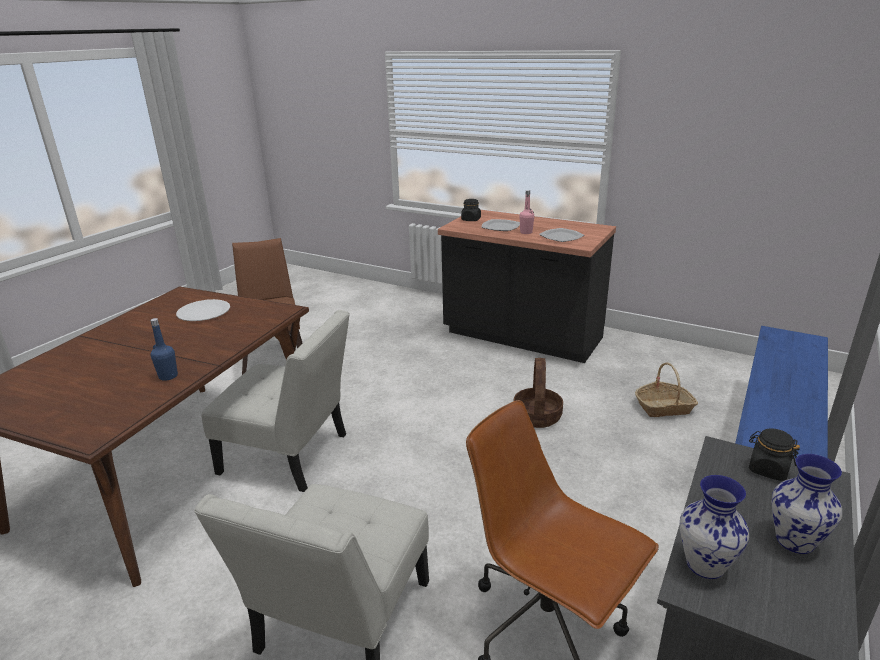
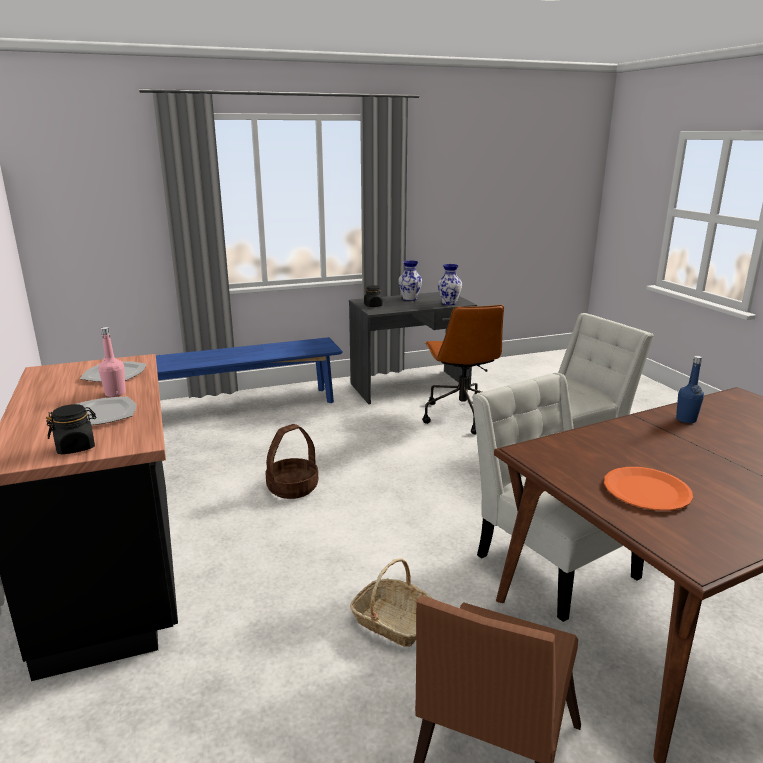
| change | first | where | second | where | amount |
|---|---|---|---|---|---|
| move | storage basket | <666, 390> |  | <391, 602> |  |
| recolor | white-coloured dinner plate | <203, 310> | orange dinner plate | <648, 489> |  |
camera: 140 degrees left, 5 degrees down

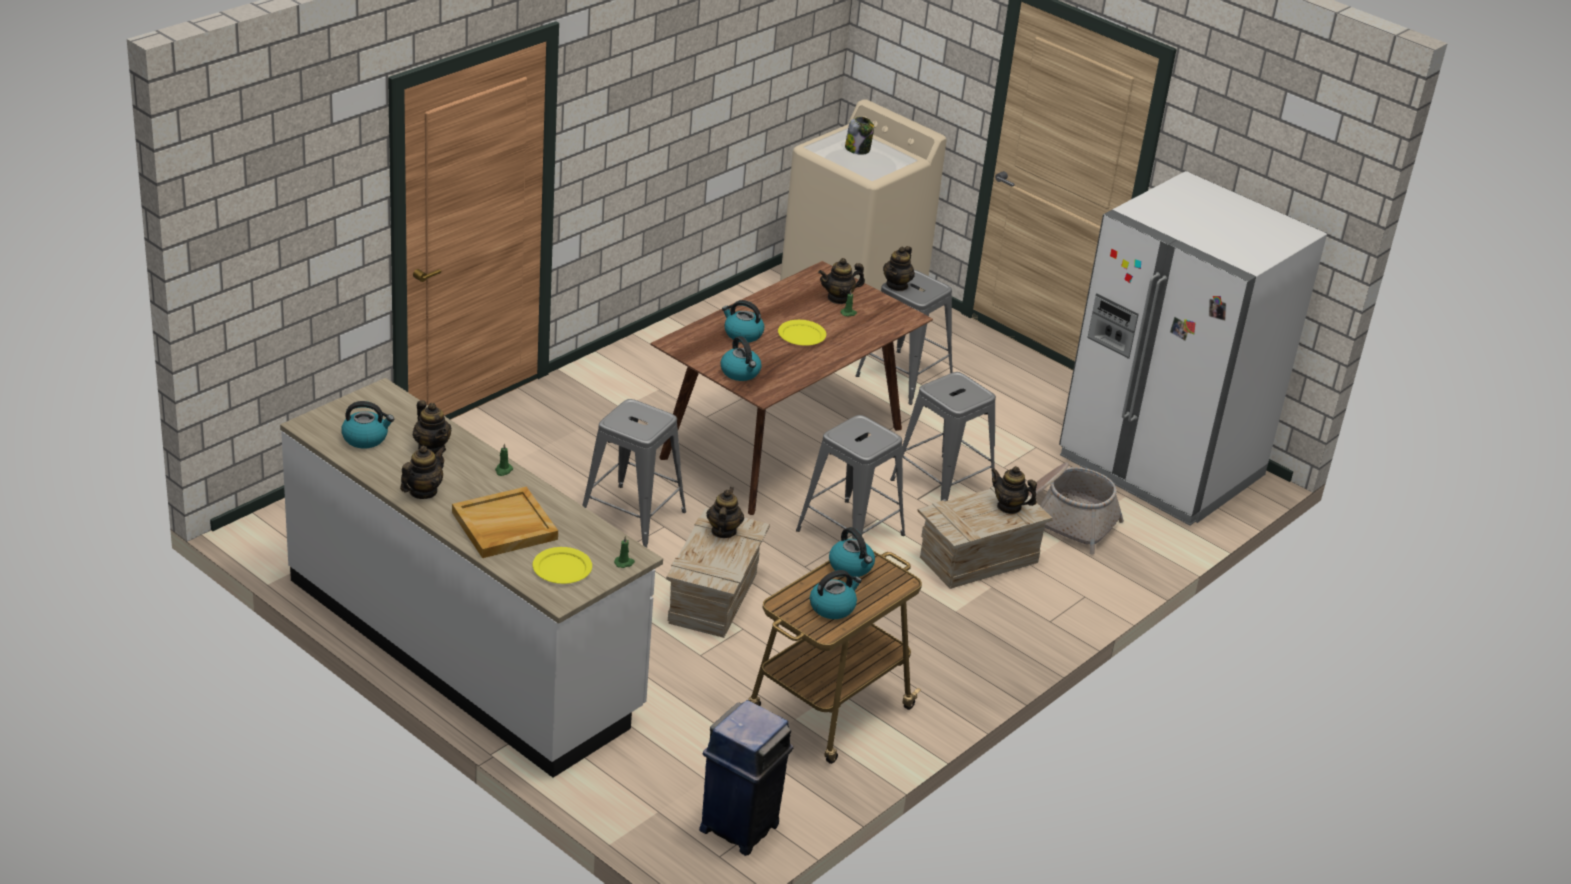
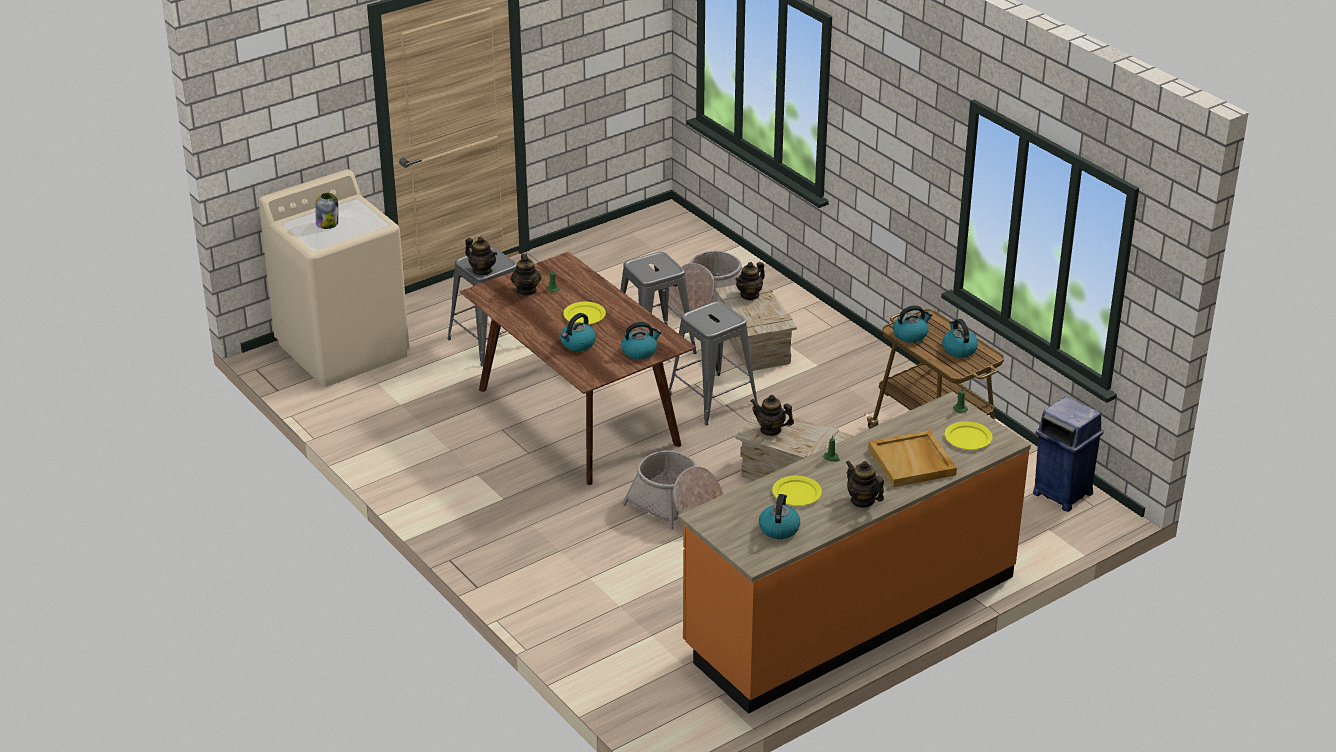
| change | first | where | second | where | amount |
|---|---|---|---|---|---|
| delete | white-coloured fridge | <1193, 348> |  |  |  |
| replace | tea pot | <432, 427> | yellow dinner plate | <797, 490> |  |
| replace | grey stool seat | <634, 473> | storage basket | <673, 490> |  |
| recolor | white-coloured counter | <471, 578> | orange counter | <854, 553> |  |
camera: 75 degrees left, 0 degrees up

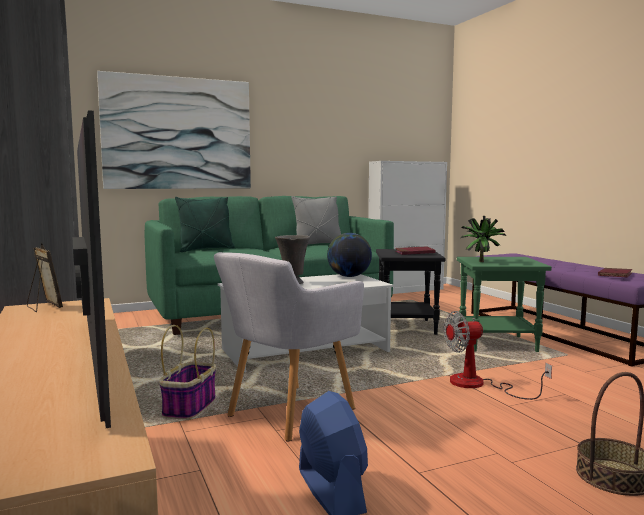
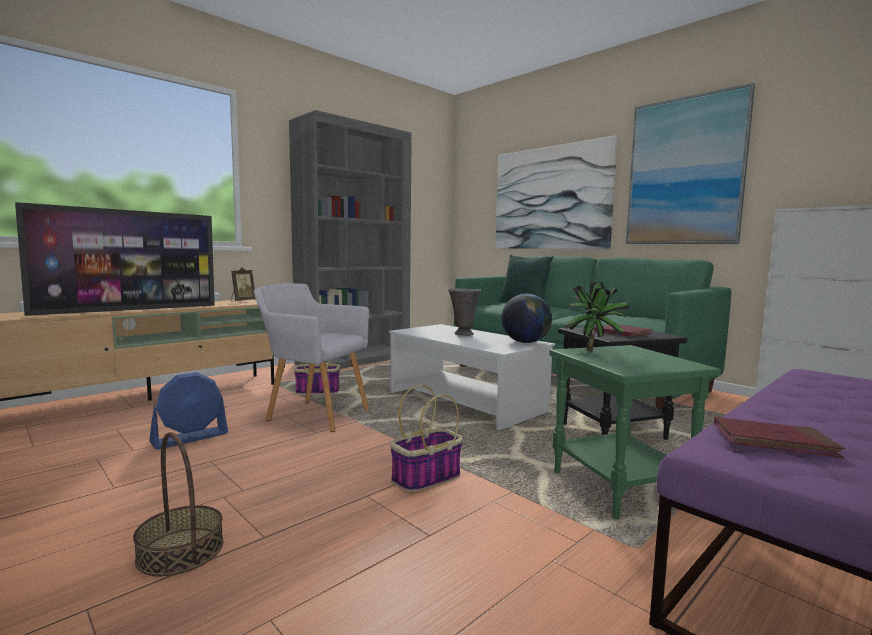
| change | first | where | second | where | amount |
|---|---|---|---|---|---|
| delete | grey pillow | <316, 220> |  |  |  |
| insert |  |  | picture | <690, 163> |  |
| replace | cooling fan | <497, 355> | storage basket | <426, 439> |  |
camera: 70 degrees right, 0 degrees up

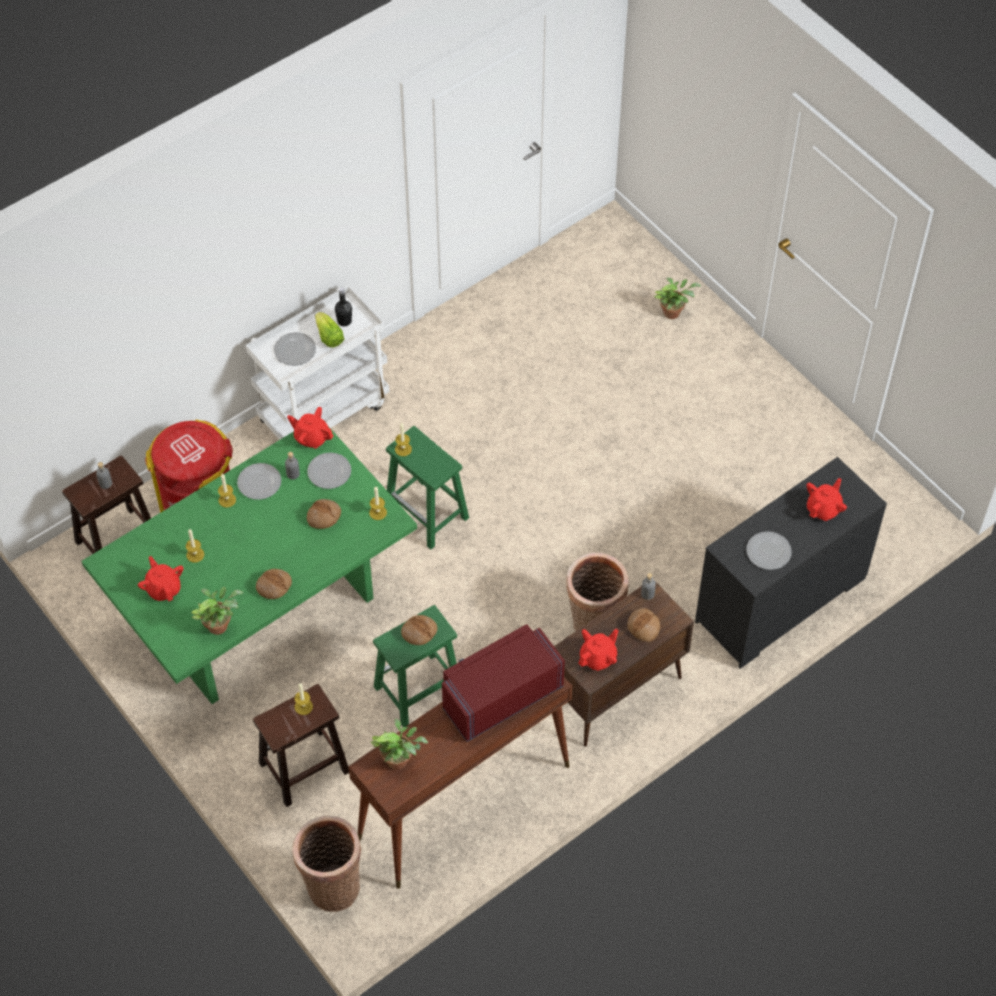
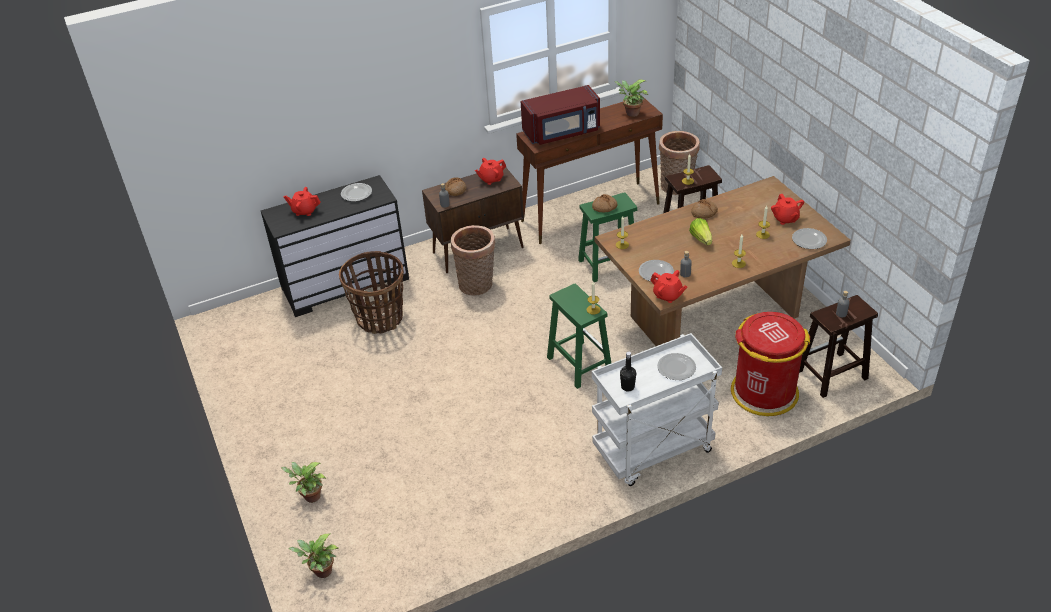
| change | first | where | second | where | amount |
|---|---|---|---|---|---|
| delete | bread | <324, 514> |  |  |  |
| insert |  |  | storage basket | <371, 292> |  |
| move | potted plant | <217, 611> |  | <313, 555> |  |
| move | dinner plate | <259, 481> |  | <809, 238> |  |
| move | lettuce | <329, 330> |  | <700, 232> |  |
| recolor | green kitchen table | <249, 565> | brown kitchen table | <723, 261> |  |
| rotate | red-coloured tea pot | <827, 499> |  | <302, 201> | 45 degrees clockwise |
camera: 165 degrees left, 15 degrees down

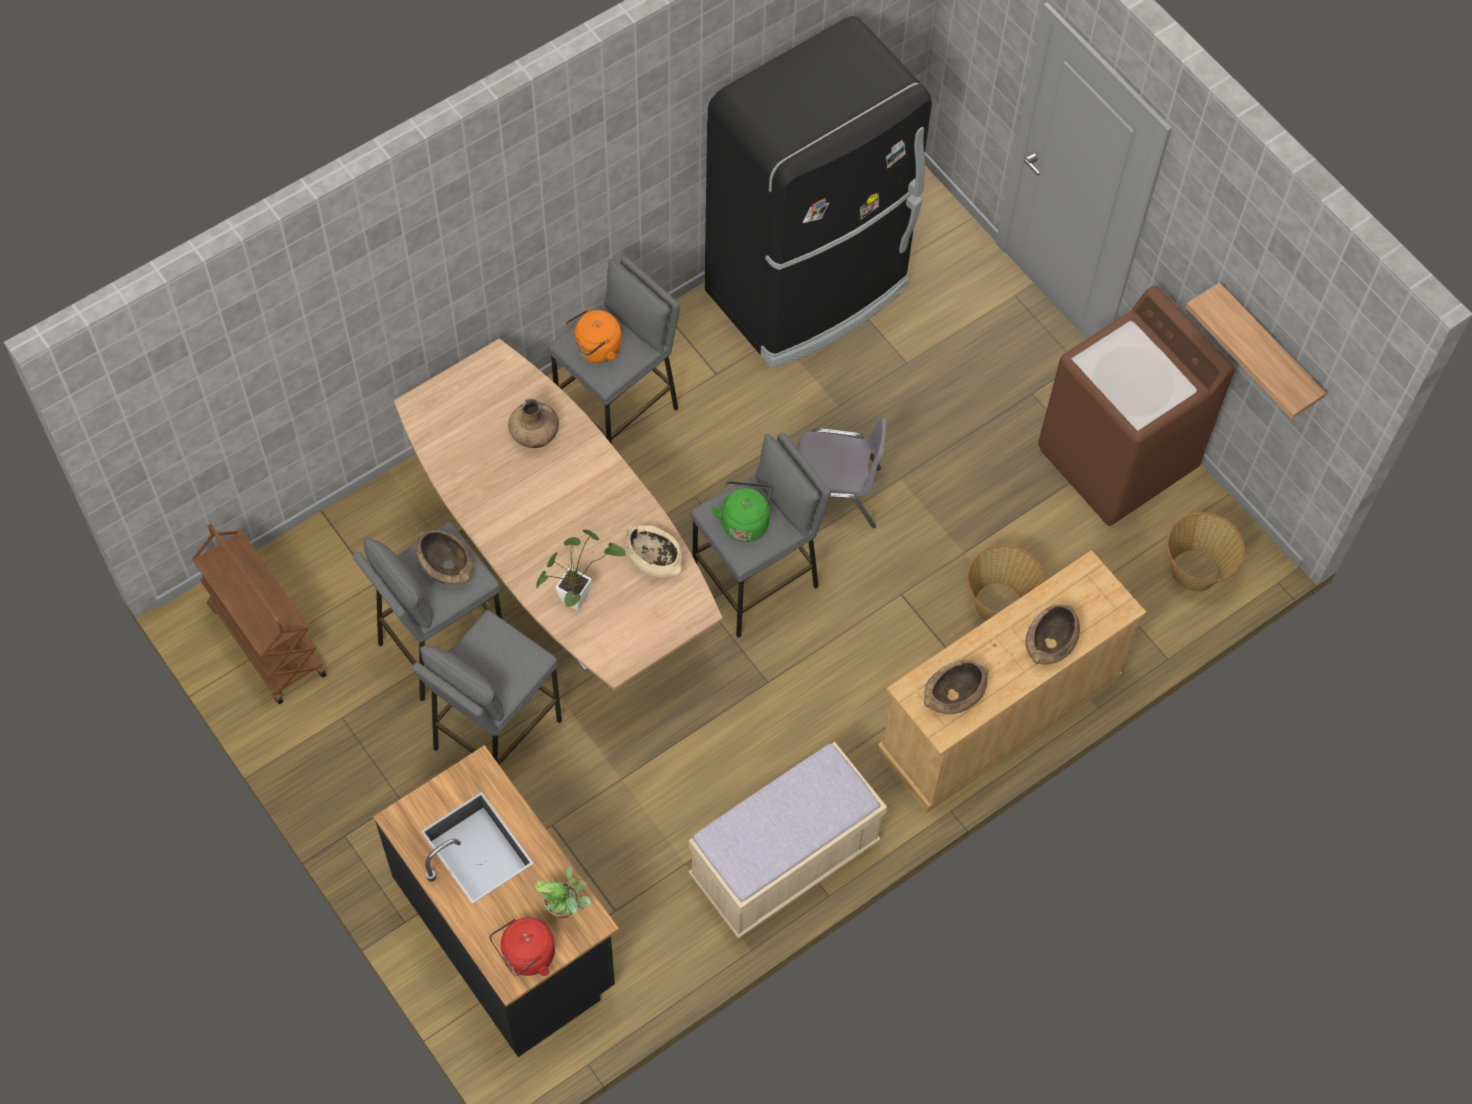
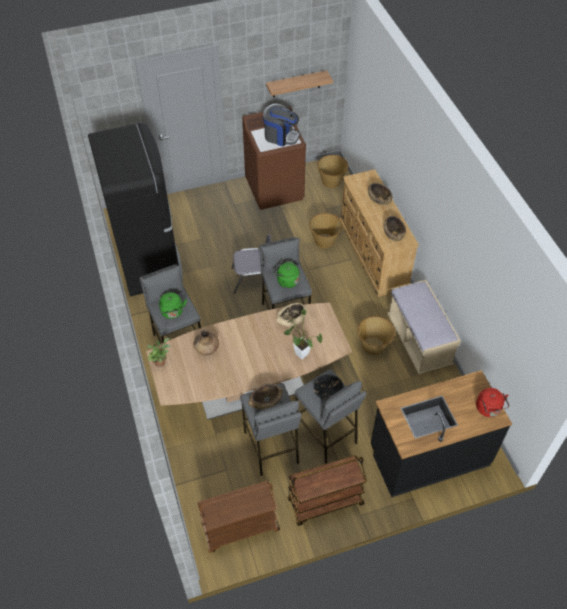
| change | first | where | second | where | amount |
|---|---|---|---|---|---|
| insert |  |  | coffee brewer | <281, 125> |  |
| insert |  |  | brown cart | <327, 490> |  |
| insert |  |  | black deep dish | <328, 387> |  |
| insert |  |  | storage basket | <376, 335> |  |
| move | potted plant | <563, 892> |  | <158, 352> |  |
| recolor | orange tea kettle | <593, 336> | green tea kettle | <173, 305> |  |
| rotate | grey upright chair | <841, 473> |  | <251, 264> | 60 degrees clockwise |
camera: 70 degrees left, 10 degrees down

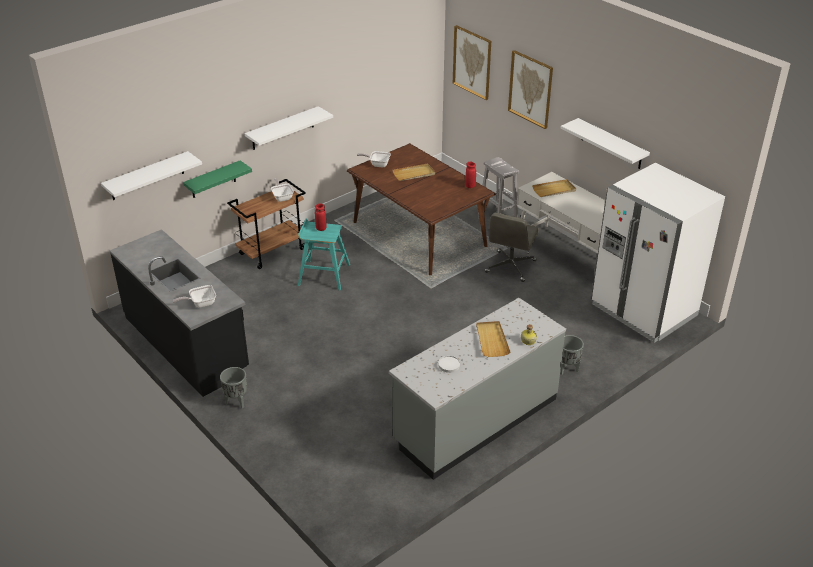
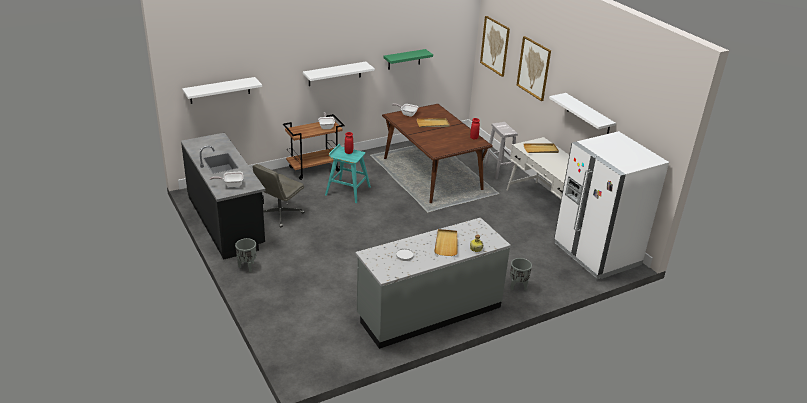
| change | first | where | second | where | amount |
|---|---|---|---|---|---|
| move | green wall shelf | <217, 179> |  | <408, 59> |  |
| move | grey desk chair | <512, 247> |  | <278, 195> |  |
camera: 10 degrees right, 5 degrees down

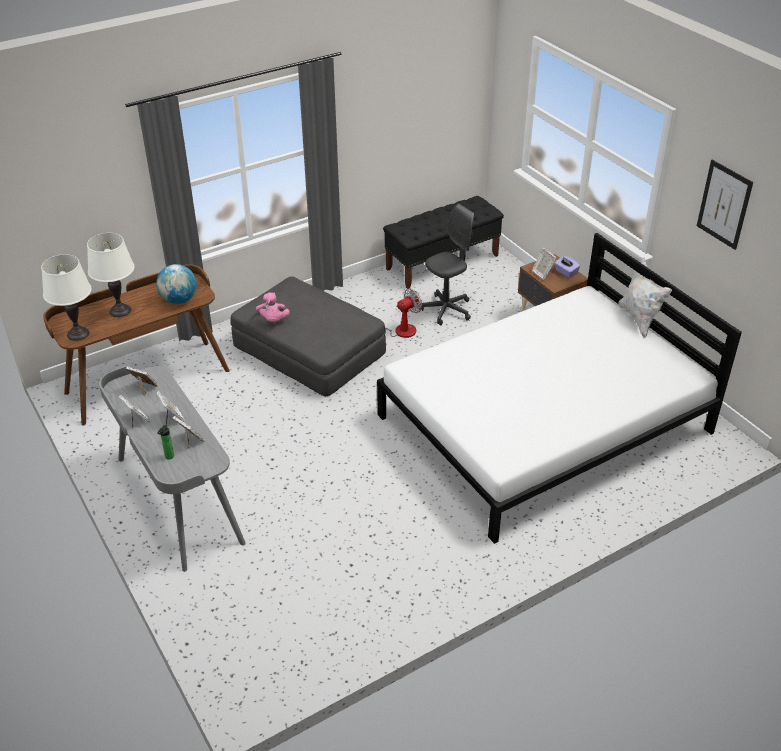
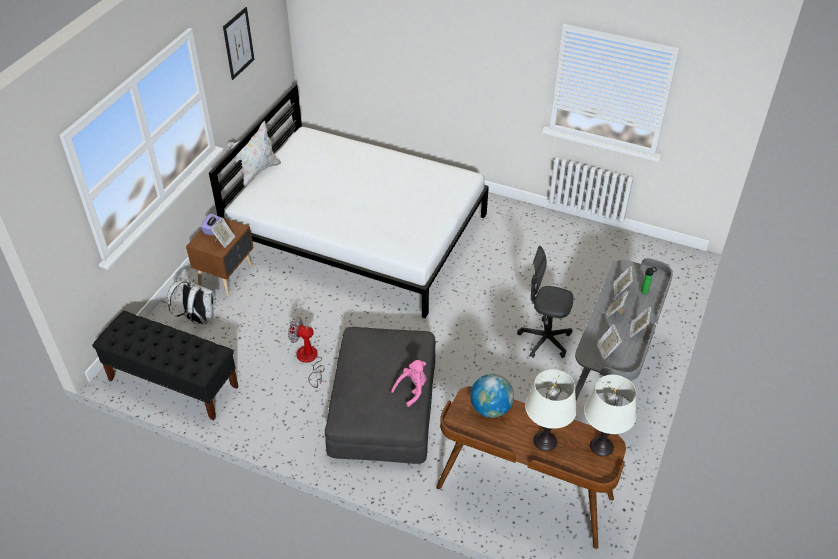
| change | first | where | second | where | amount |
|---|---|---|---|---|---|
| insert |  |  | white-coloured backpack | <192, 301> |  |
| move | grey desk chair | <446, 264> |  | <545, 302> |  |
camera: 125 degrees left, 5 degrees up

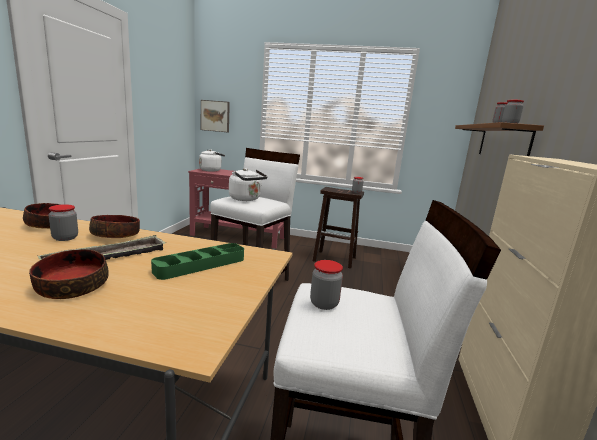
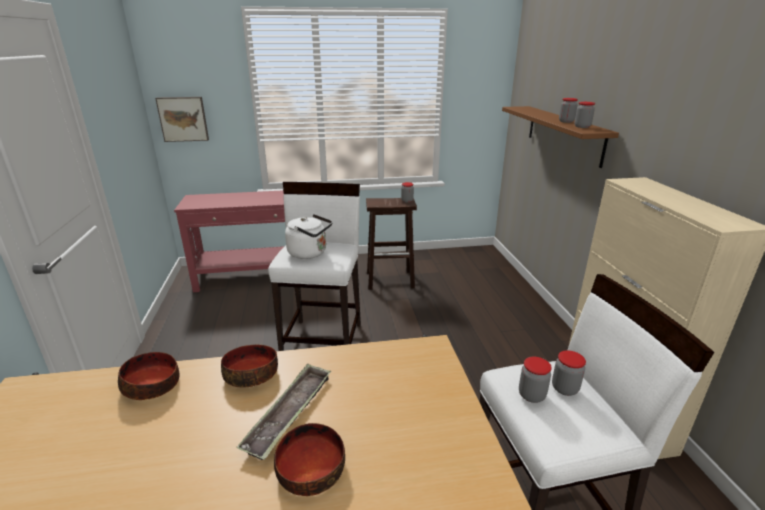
| change | first | where | second | where | amount |
|---|---|---|---|---|---|
| delete | green serving tray | <197, 261> |  |  |  |
| delete | white-coloured tea kettle | <212, 160> |  |  |  |
| move | storage jar | <63, 222> |  | <569, 373> |  |
camera: 20 degrees left, 10 degrees up

